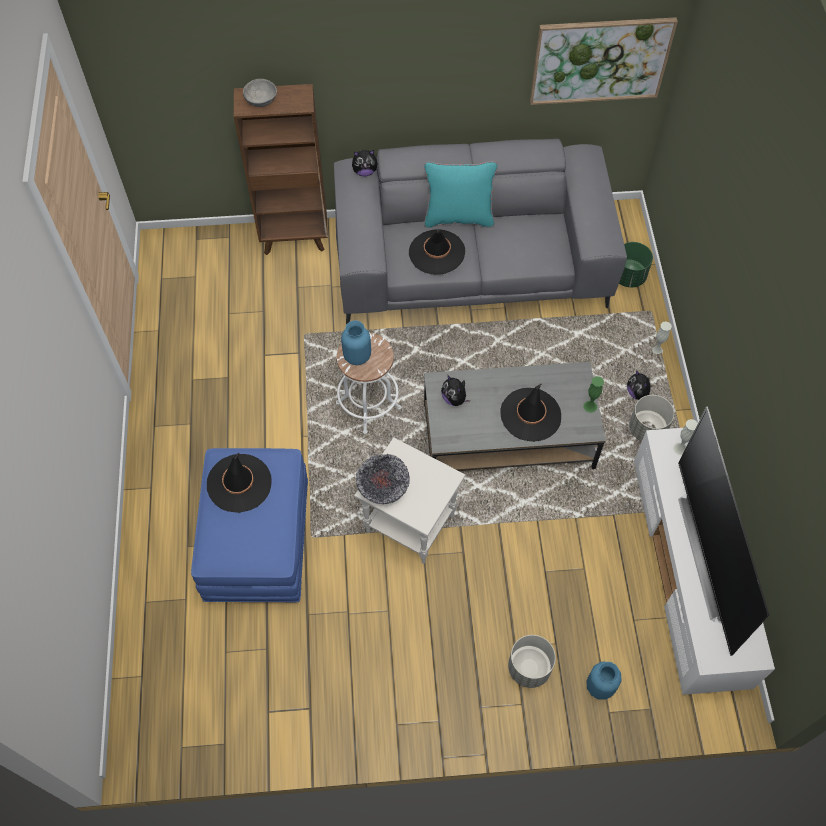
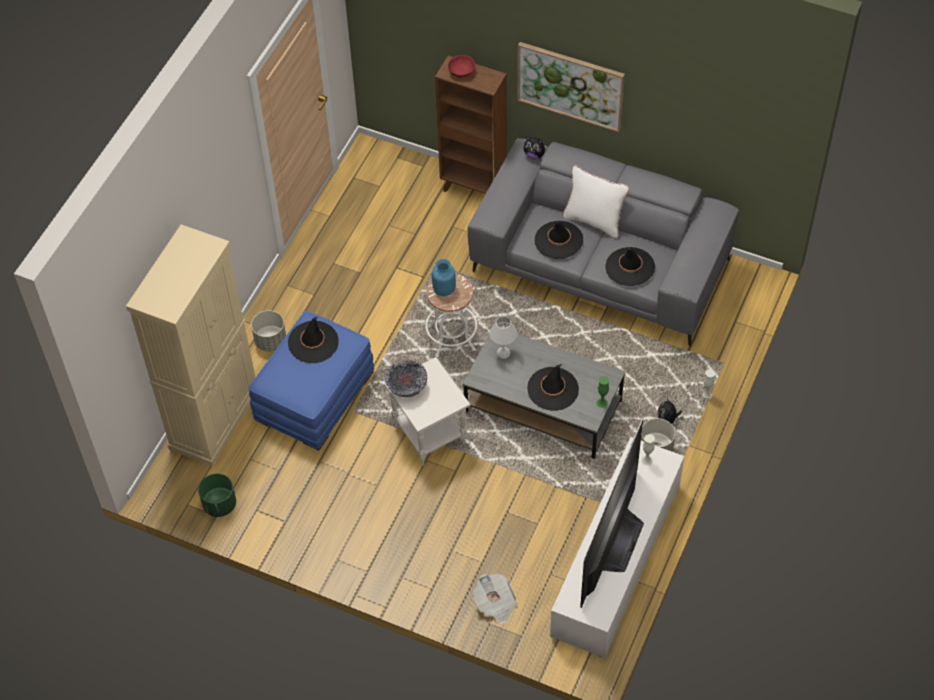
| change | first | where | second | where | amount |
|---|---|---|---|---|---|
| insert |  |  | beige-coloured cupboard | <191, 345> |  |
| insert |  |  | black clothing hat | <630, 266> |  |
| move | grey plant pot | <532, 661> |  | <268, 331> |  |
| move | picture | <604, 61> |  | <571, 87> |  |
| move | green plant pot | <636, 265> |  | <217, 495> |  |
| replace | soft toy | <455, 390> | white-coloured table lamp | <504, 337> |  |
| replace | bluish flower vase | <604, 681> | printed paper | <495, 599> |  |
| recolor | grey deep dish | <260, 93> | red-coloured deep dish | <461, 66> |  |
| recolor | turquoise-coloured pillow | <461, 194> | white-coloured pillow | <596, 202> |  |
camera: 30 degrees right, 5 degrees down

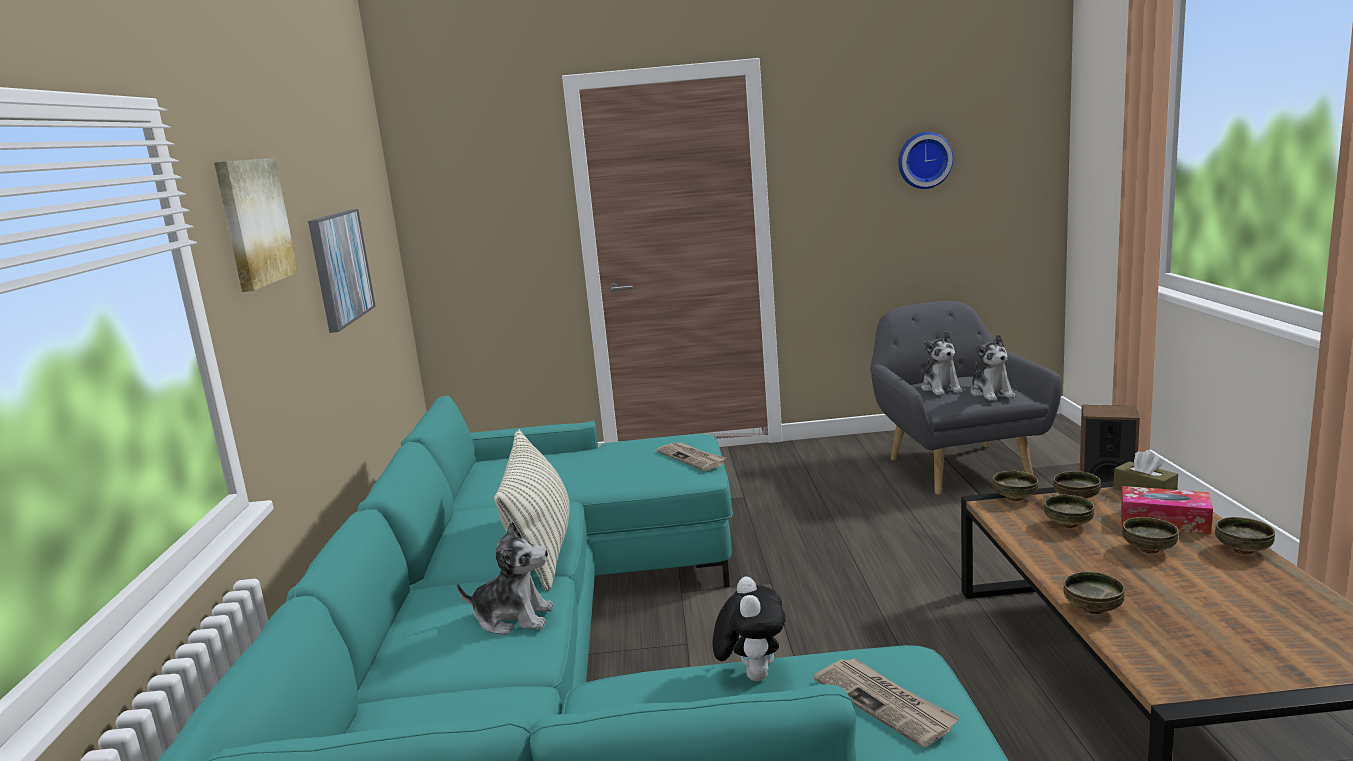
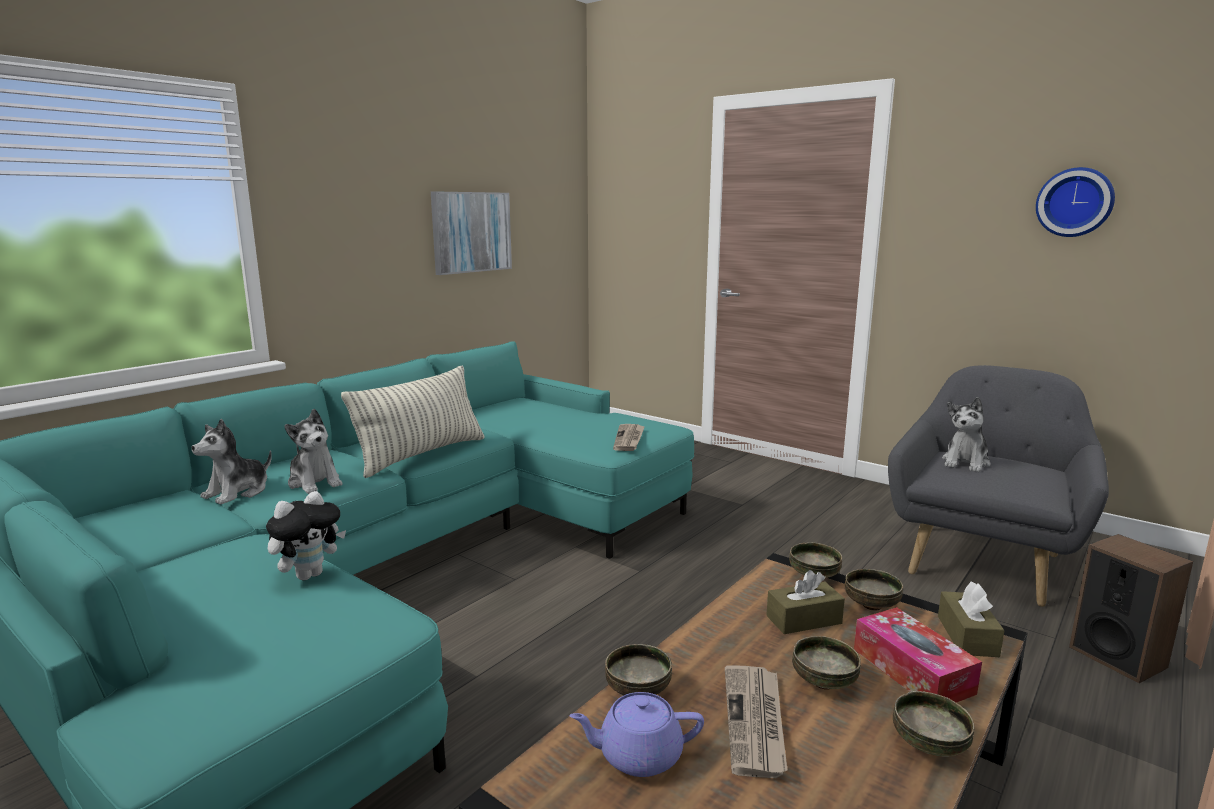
| change | first | where | second | where | amount |
|---|---|---|---|---|---|
| delete | picture | <256, 225> |  |  |  |
| insert |  |  | purplish tea pot | <636, 734> |  |
| move | printed paper | <887, 703> |  | <756, 722> |  |
| move | soft toy | <992, 367> |  | <232, 462> |  |
| replace | deep dish | <1069, 511> | brown box of tissues | <805, 602> |  |
camera: 40 degrees right, 0 degrees up

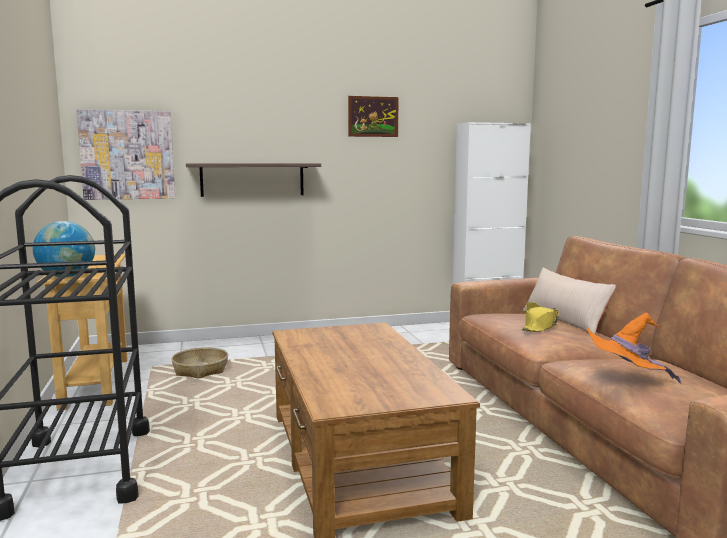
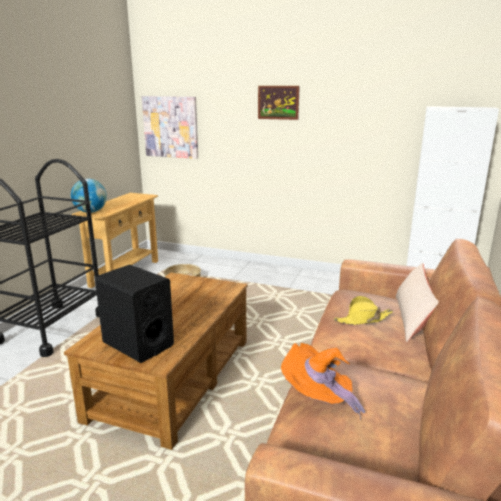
| change | first | where | second | where | amount |
|---|---|---|---|---|---|
| delete | wall shelf | <253, 180> |  |  |  |
| insert |  |  | black speaker | <134, 314> |  |
| move | picture | <373, 116> |  | <279, 103> |  |
camera: 35 degrees right, 10 degrees up

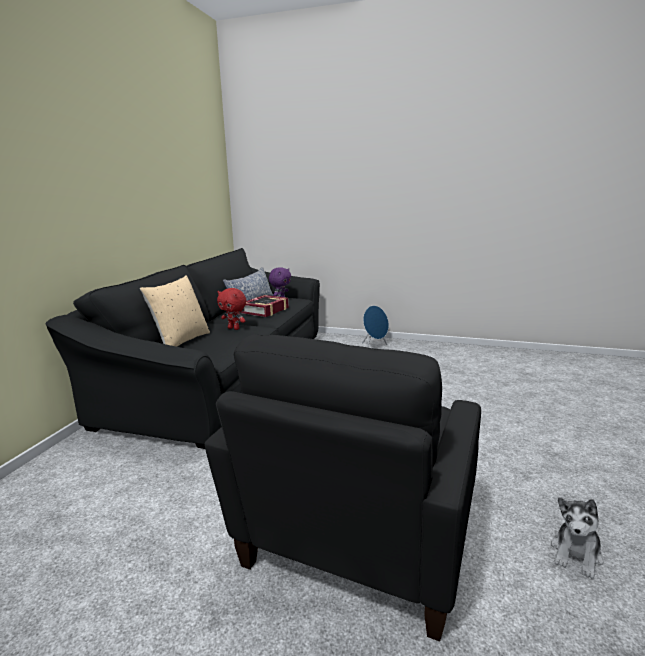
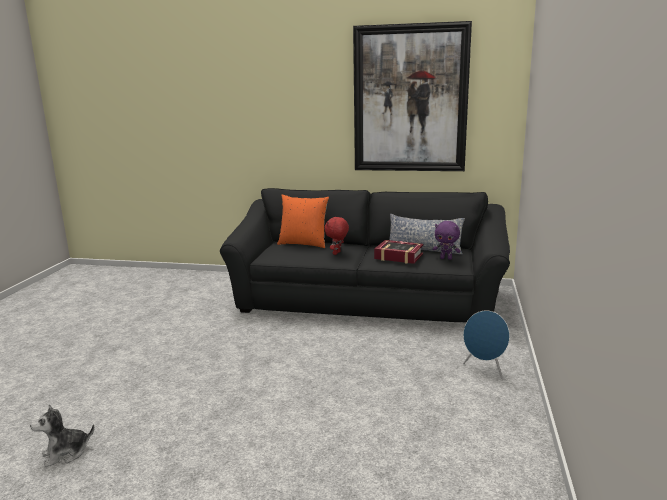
| change | first | where | second | where | amount |
|---|---|---|---|---|---|
| delete | black easy chair | <342, 488> |  |  |  |
| insert |  |  | picture | <412, 96> |  |
| recolor | beige-coloured pillow | <175, 311> | orange pillow | <303, 221> |  |
| rotate | soft toy | <577, 538> |  | <62, 435> | 60 degrees counterclockwise |
camera: 85 degrees right, 0 degrees up

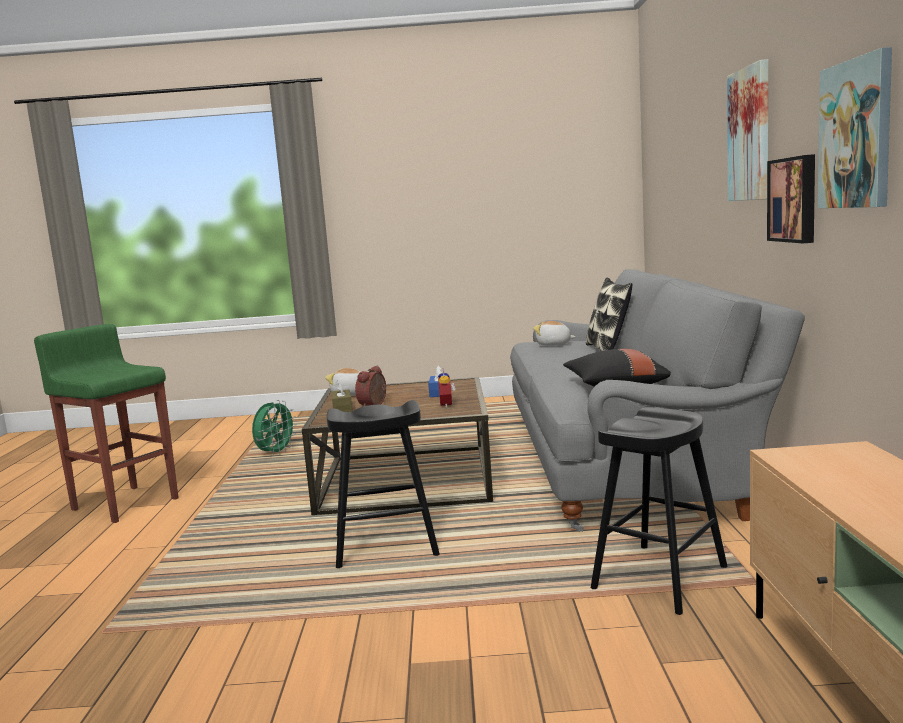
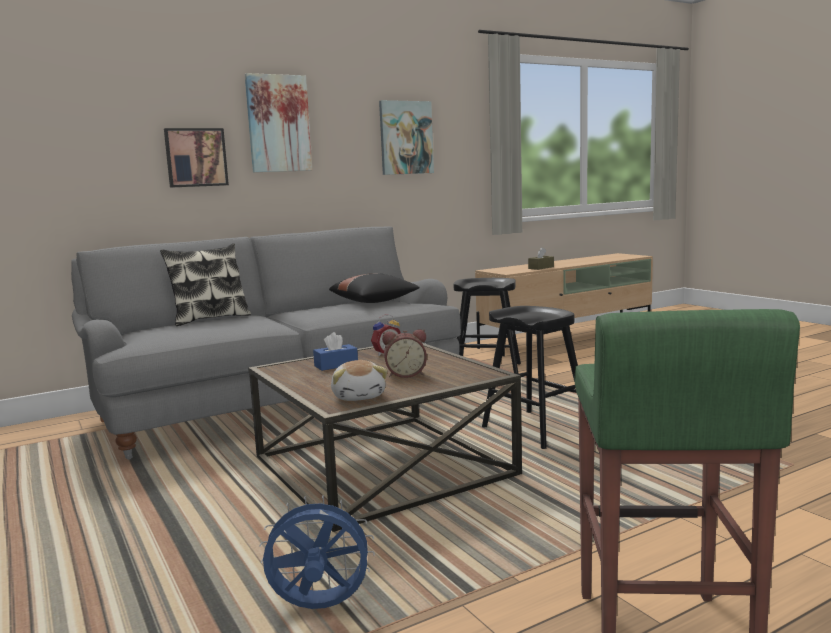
| change | first | where | second | where | amount |
|---|---|---|---|---|---|
| delete | soft toy | <554, 333> |  |  |  |
| move | brown box of tissues | <341, 396> |  | <541, 258> |  |
| move | picture | <791, 198> |  | <196, 158> |  |
| recolor | green cooling fan | <274, 427> | bluish cooling fan | <317, 552> |  |
camera: 120 degrees left, 0 degrees up

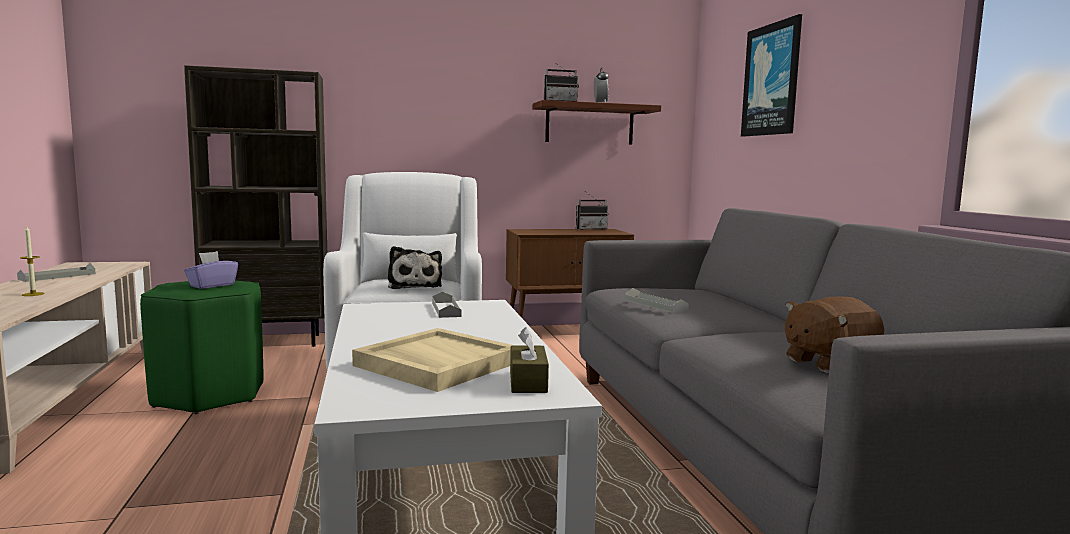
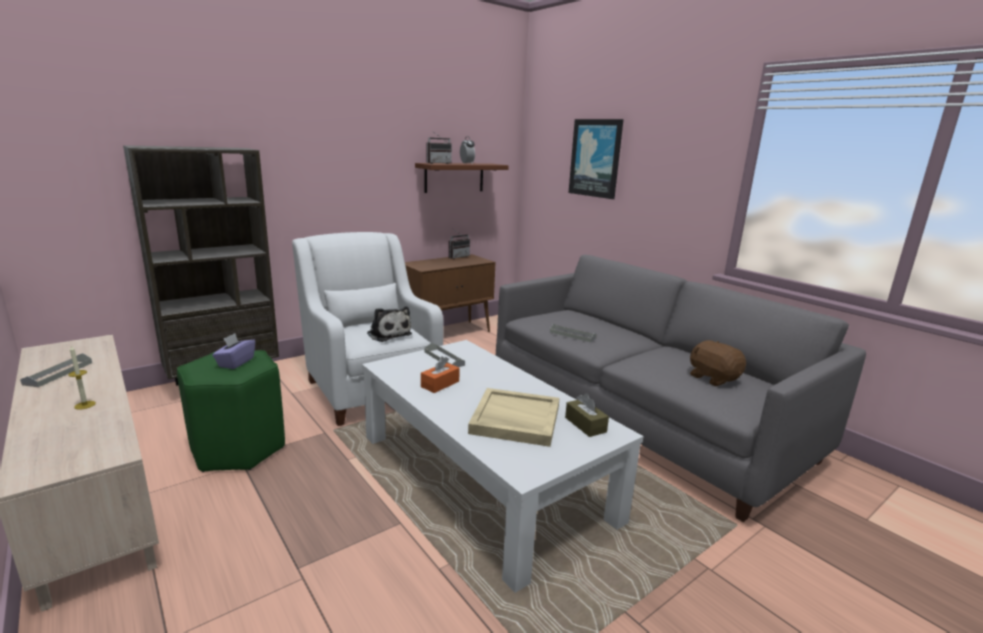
| change | first | where | second | where | amount |
|---|---|---|---|---|---|
| insert |  |  | orange box of tissues | <440, 374> |  |
| rotate | brown soft toy | <834, 335> |  | <718, 363> | 105 degrees clockwise |
camera: 25 degrees left, 10 degrees up

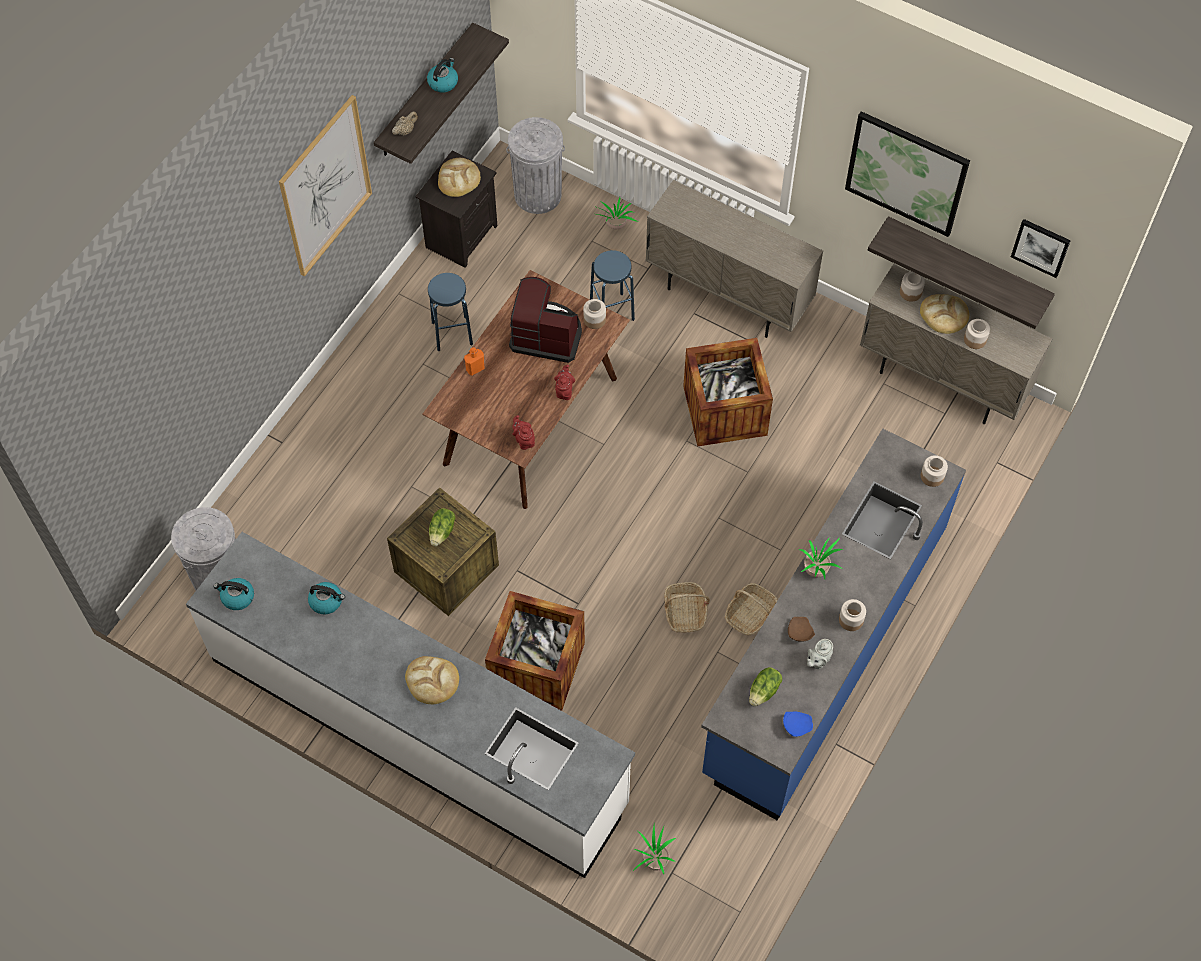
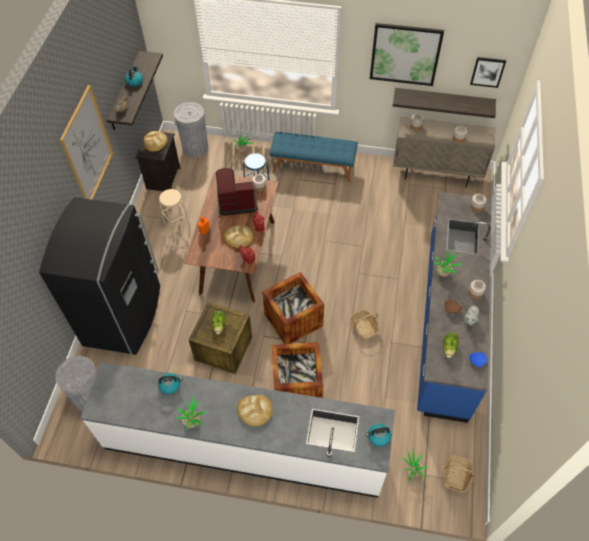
| change | first | where | second | where | amount |
|---|---|---|---|---|---|
| insert |  |  | black fridge | <99, 276> |  |
| insert |  |  | potted plant | <191, 413> |  |
| move | tea kettle | <234, 594> |  | <378, 435> |  |
| move | crate | <728, 392> |  | <293, 308> |  |
| move | storage basket | <751, 609> |  | <460, 473> |  |
| move | bread | <944, 314> |  | <238, 236> |  |
| replace | beige-coloured cupboard | <734, 259> | bluish indoor bench | <313, 157> |  |
| recolor | bluish stool seat | <450, 312> | beige-coloured stool seat | <175, 213> |  |
camera: 20 degrees left, 5 degrees down

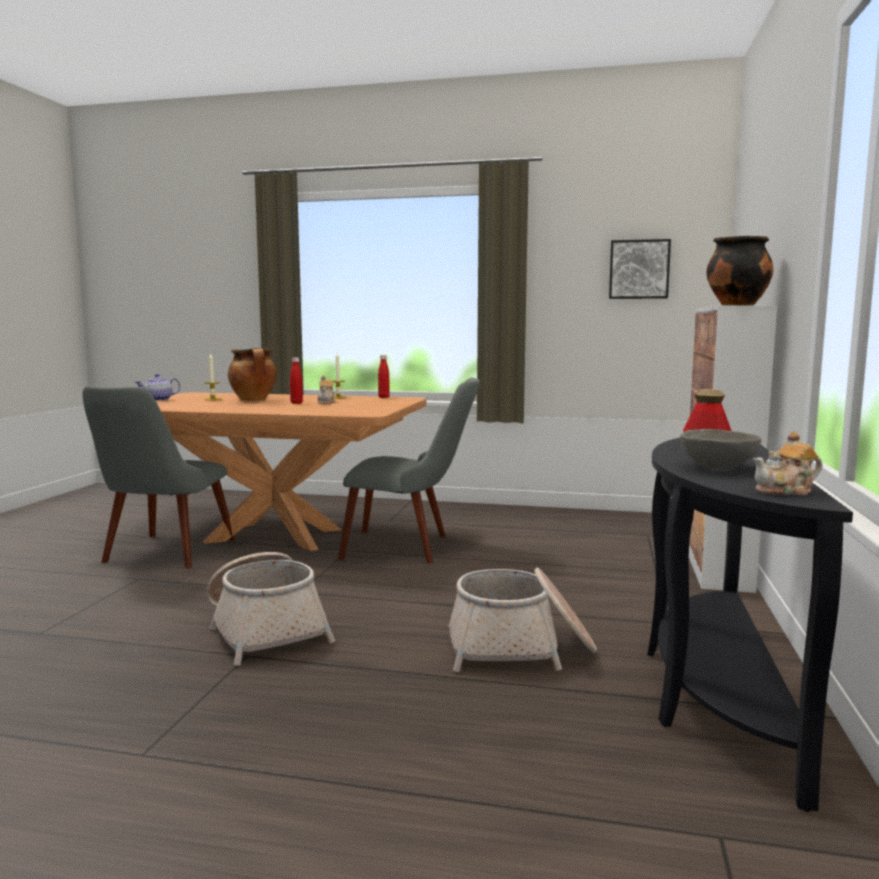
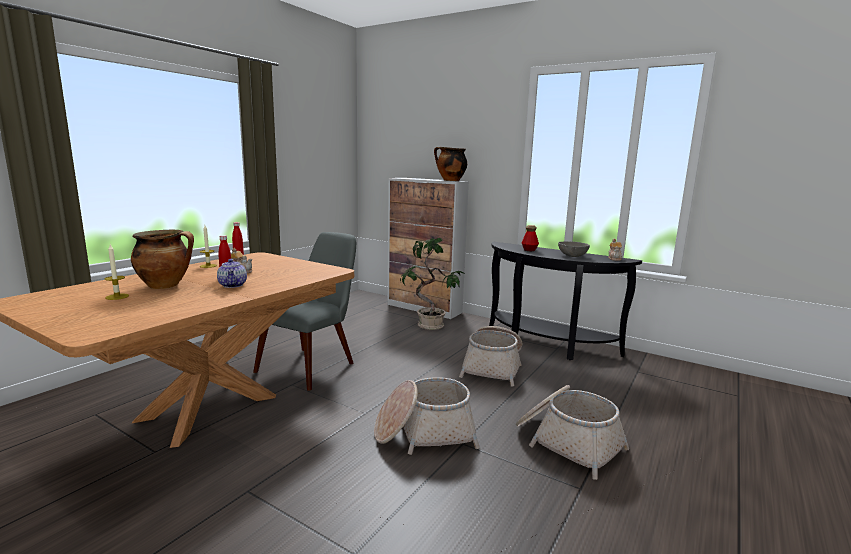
| change | first | where | second | where | amount |
|---|---|---|---|---|---|
| delete | grey upright chair | <159, 477> |  |  |  |
| delete | picture | <640, 269> |  |  |  |
| insert |  |  | potted plant | <433, 284> |  |
| insert |  |  | storage basket | <572, 432> |  |
| move | tea pot | <157, 387> |  | <232, 273> |  |
camera: 70 degrees left, 5 degrees up

